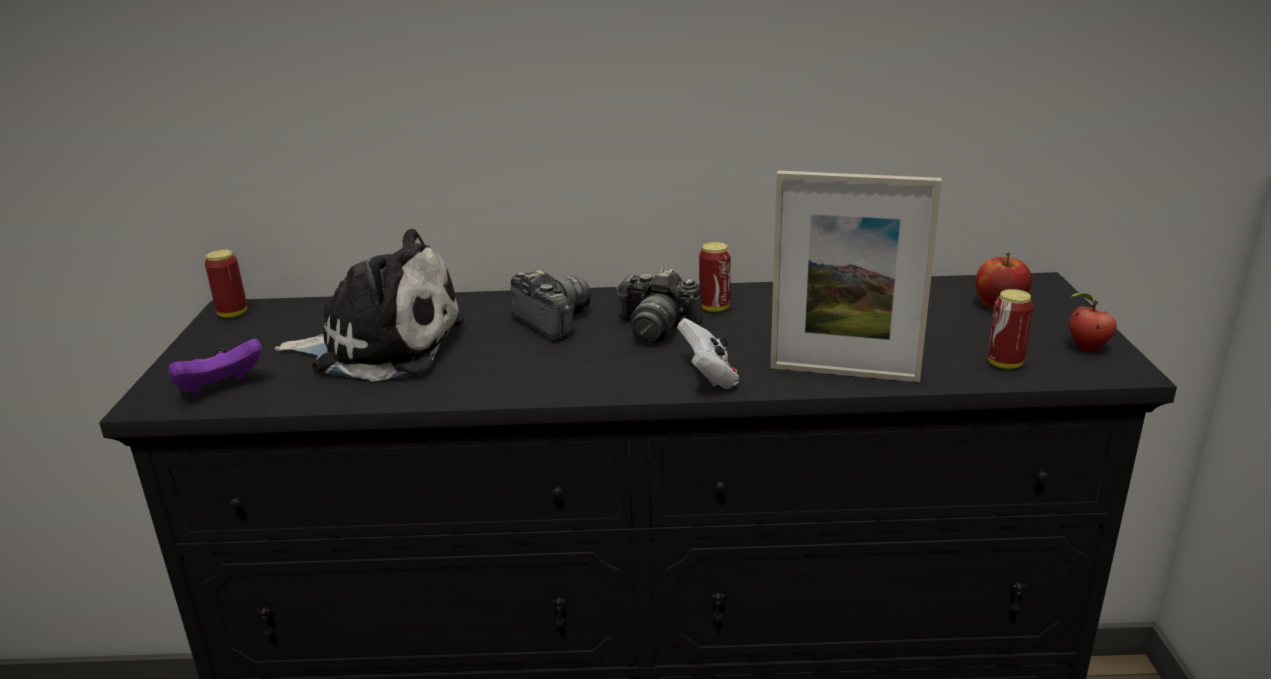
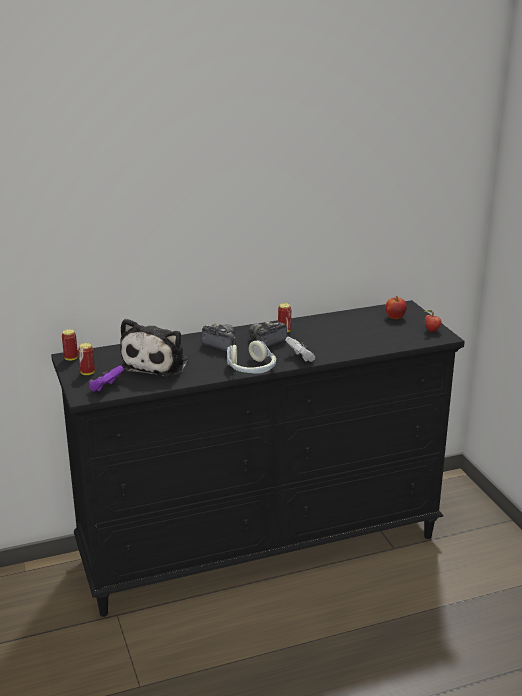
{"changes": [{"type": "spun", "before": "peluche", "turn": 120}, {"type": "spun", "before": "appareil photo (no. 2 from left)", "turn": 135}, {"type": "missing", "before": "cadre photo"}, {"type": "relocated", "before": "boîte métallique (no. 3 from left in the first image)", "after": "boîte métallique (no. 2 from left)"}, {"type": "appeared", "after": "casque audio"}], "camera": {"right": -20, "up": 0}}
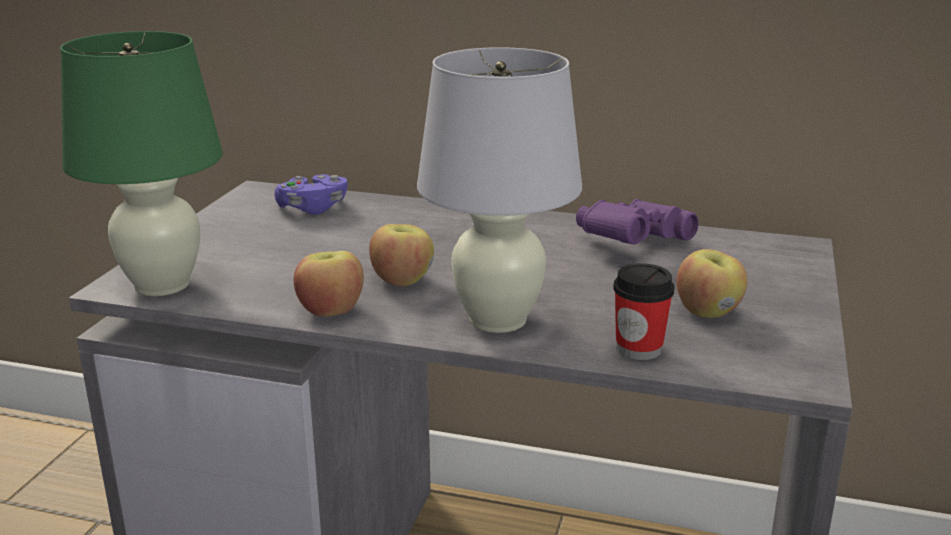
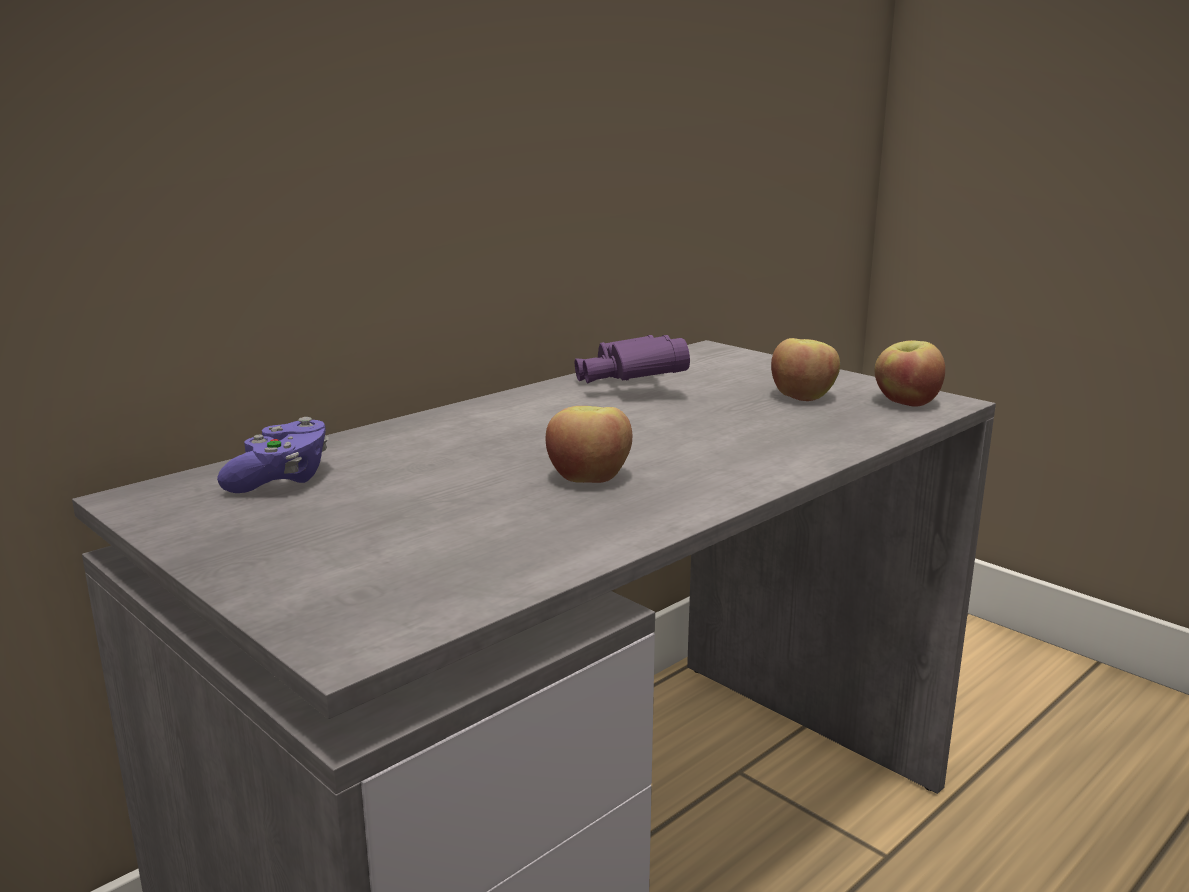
{"changes": [{"type": "missing", "before": "lampe de table [vert]"}, {"type": "relocated", "before": "pomme (no. 1 from left in the first image)", "after": "pomme (no. 3 from left)"}, {"type": "missing", "before": "lampe de table [blanc]"}, {"type": "missing", "before": "tasse"}], "camera": {"right": -60, "up": -5}}
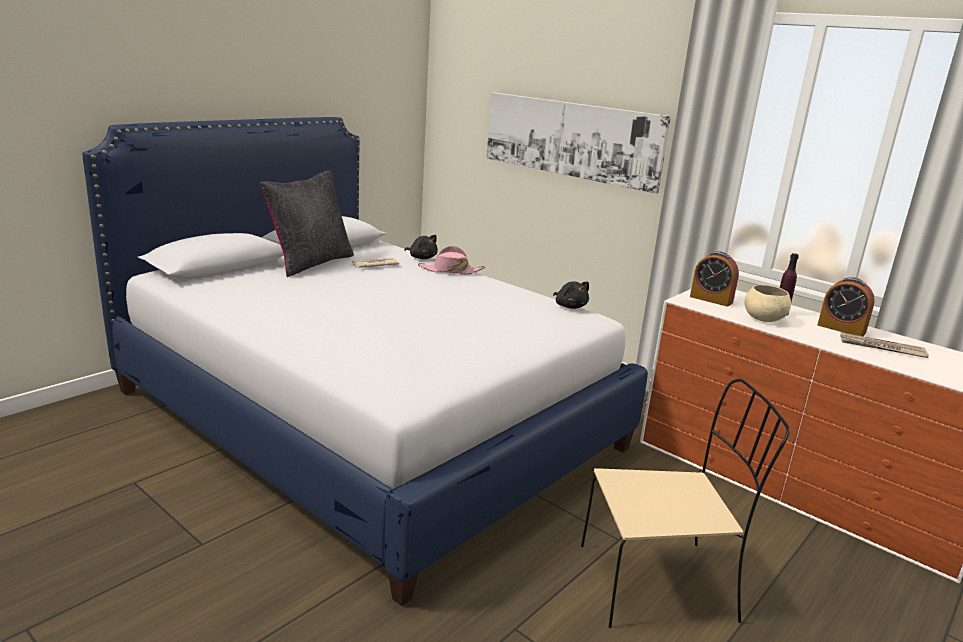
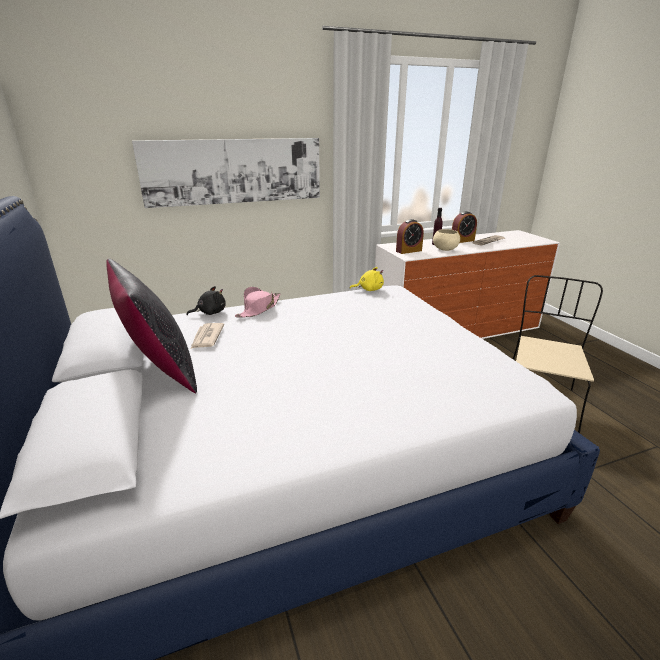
{"changes": [{"type": "colour", "before": "peluche [noir] (no. 2 from left)", "after": "peluche [jaune]"}], "camera": {"right": -60, "up": 5}}
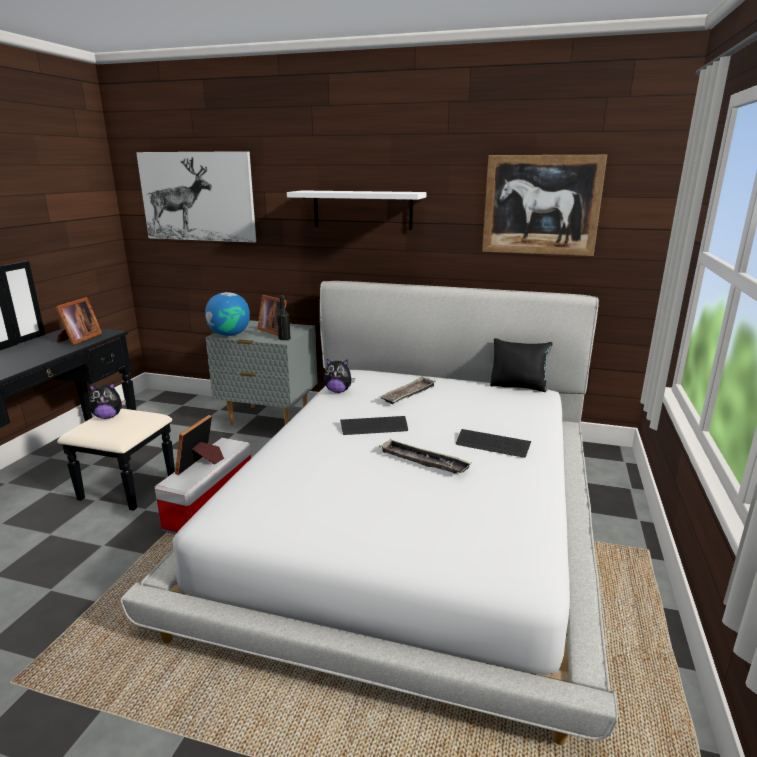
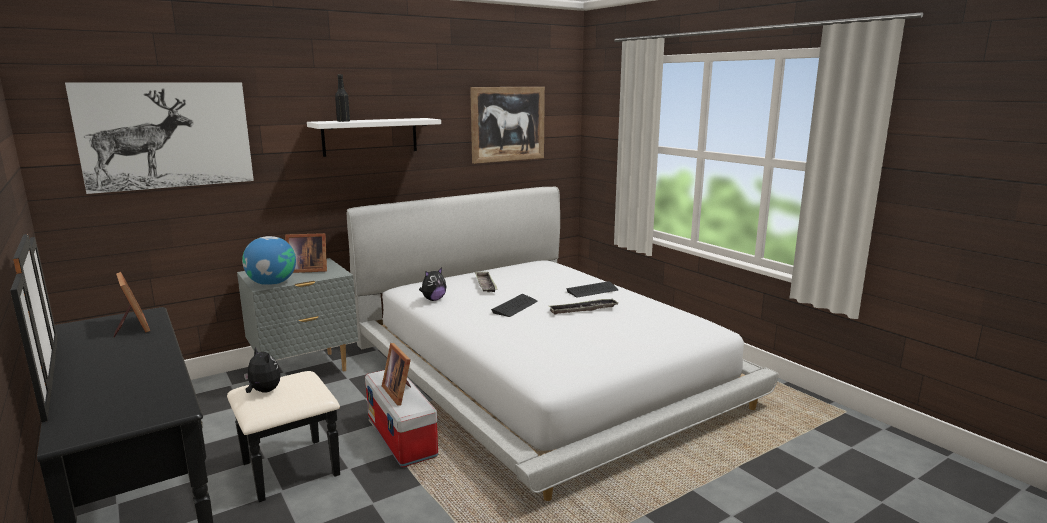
{"changes": [{"type": "spun", "before": "peluche (no. 1 from left)", "turn": -75}, {"type": "relocated", "before": "bouteille [noir]"}, {"type": "missing", "before": "coussin [noir]"}], "camera": {"right": -50, "up": -5}}
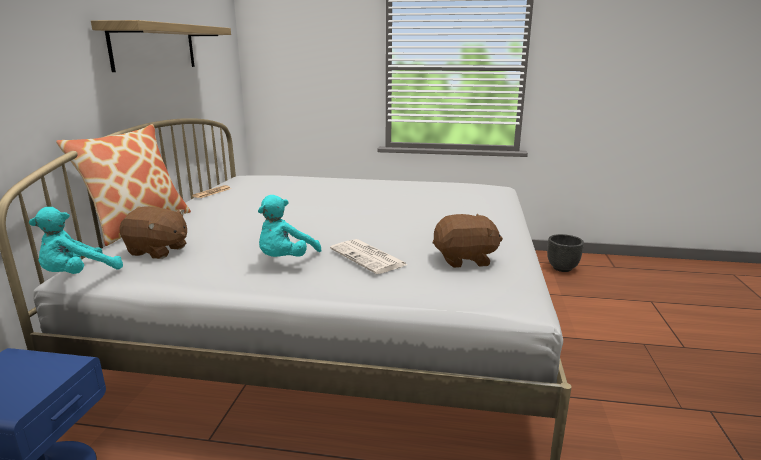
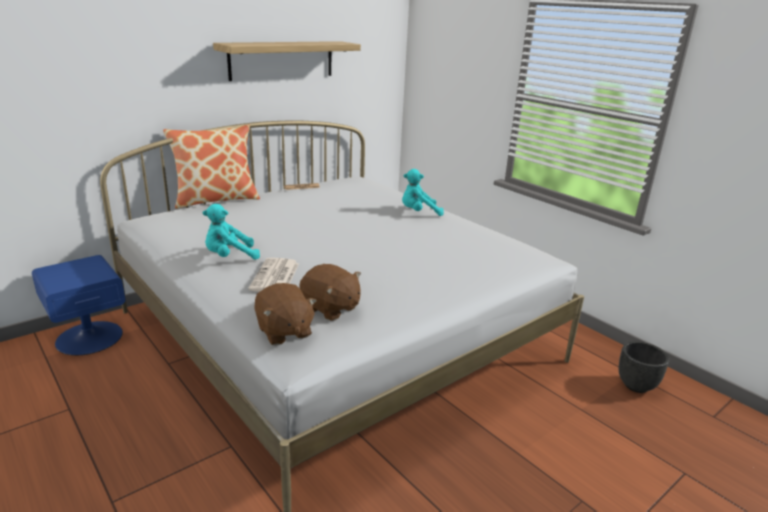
{"changes": [{"type": "relocated", "before": "peluche [turquoise] (no. 1 from left in the first image)", "after": "peluche [turquoise] (no. 2 from left)"}, {"type": "relocated", "before": "peluche [marron] (no. 1 from left)"}], "camera": {"right": 40, "up": 5}}
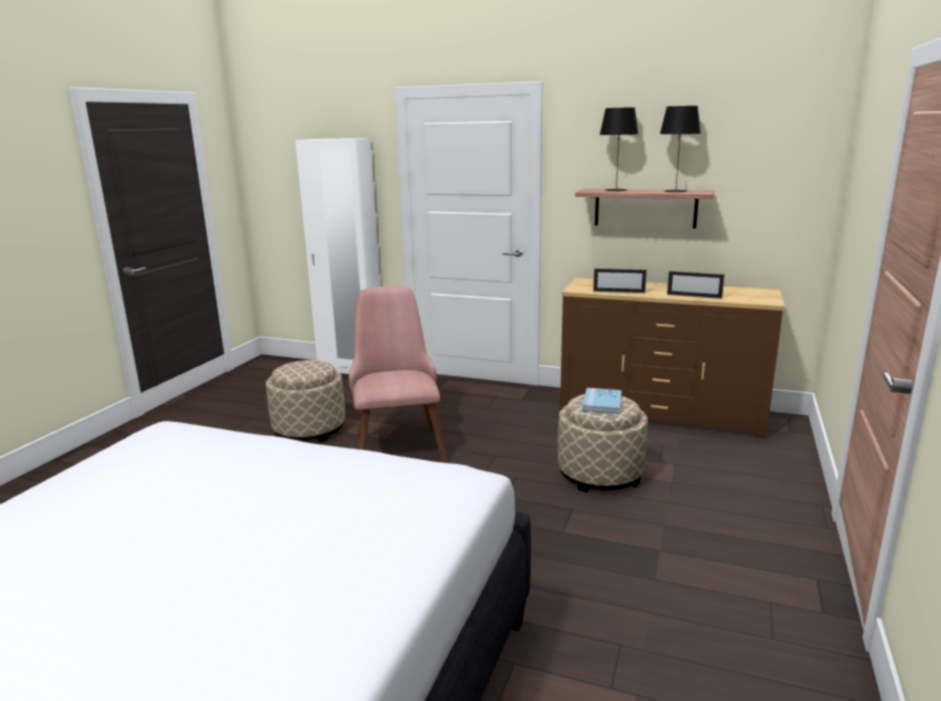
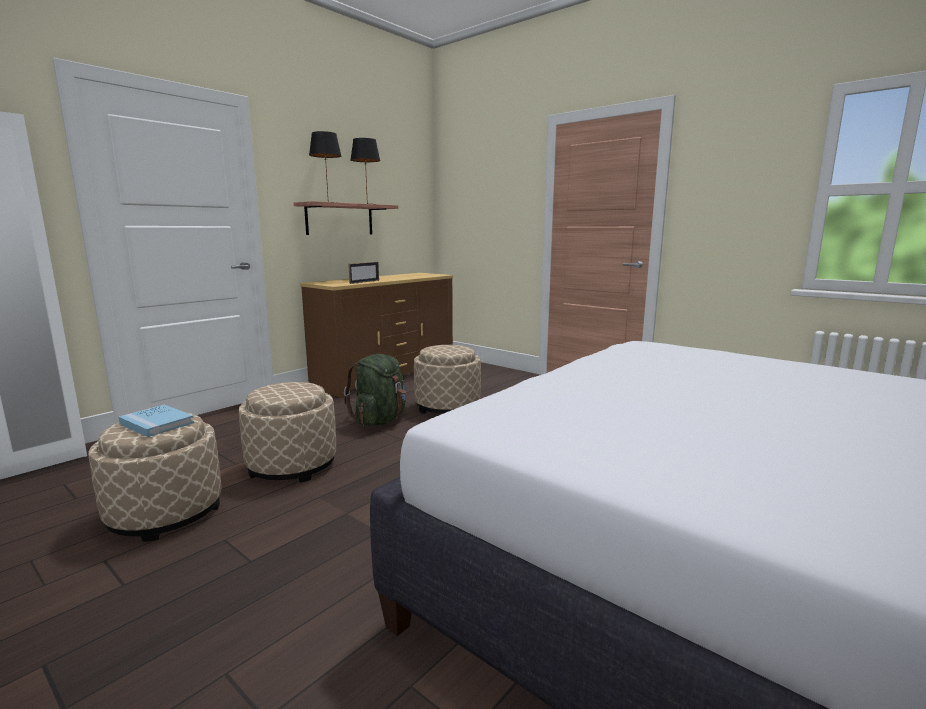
{"changes": [{"type": "exchanged", "before": "chaise [rose]", "after": "pouf [beige] (no. 2 from left)"}, {"type": "relocated", "before": "livre [bleu]"}, {"type": "missing", "before": "cadre photo (no. 2 from left)"}, {"type": "appeared", "after": "sac à dos [vert]"}], "camera": {"right": -70, "up": -5}}
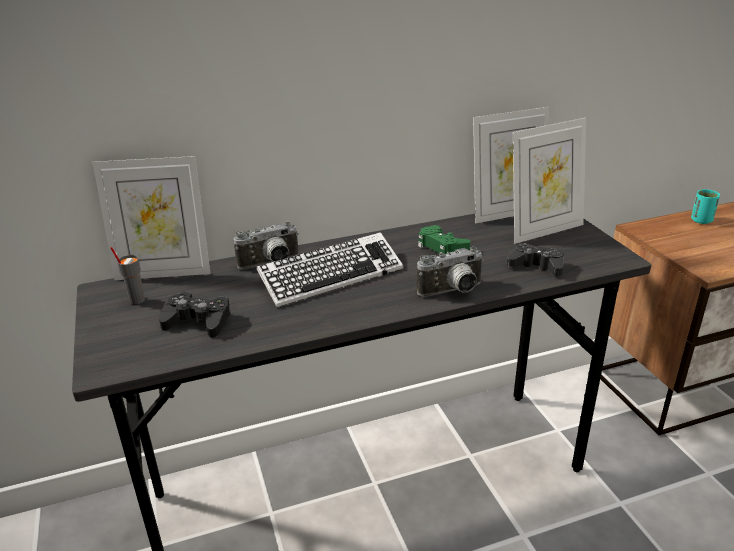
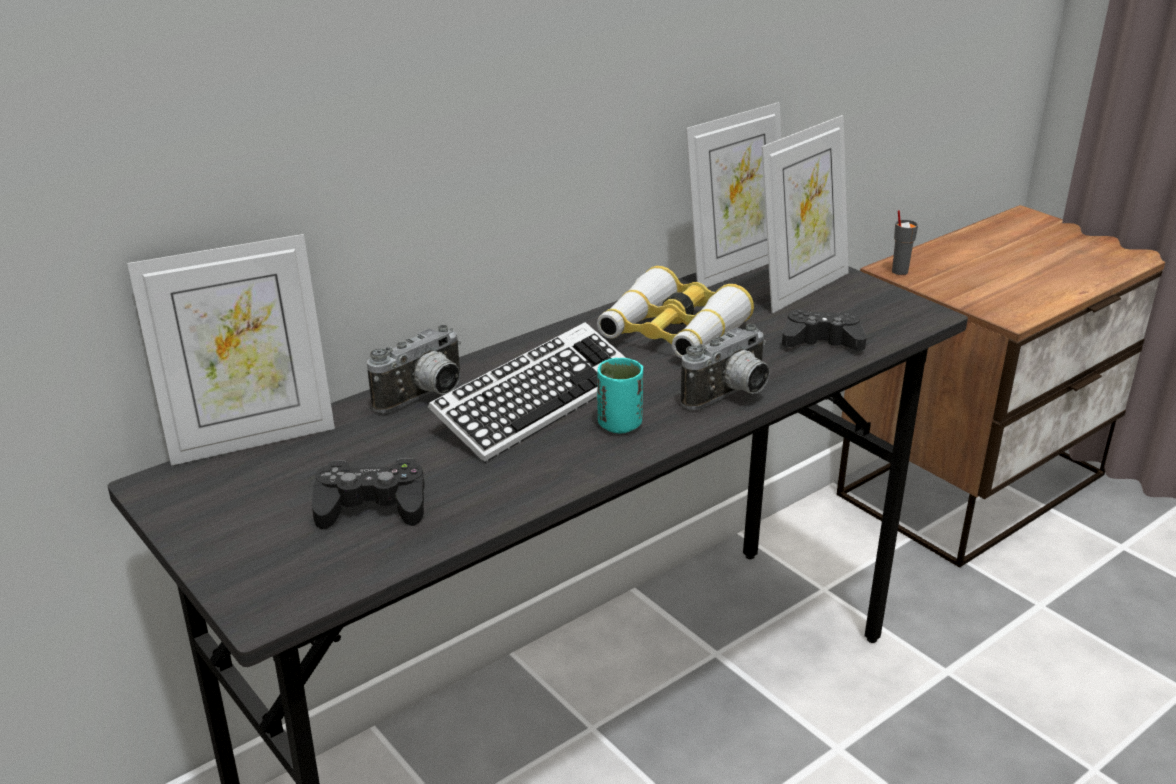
{"changes": [{"type": "relocated", "before": "tasse [gris]"}, {"type": "exchanged", "before": "manette [vert]", "after": "jumelles"}, {"type": "relocated", "before": "tasse [turquoise]"}], "camera": {"right": -20, "up": 0}}
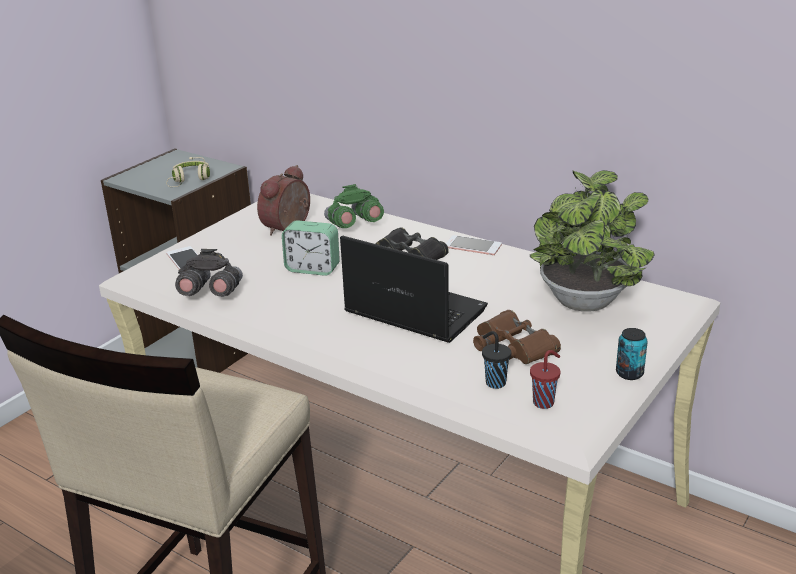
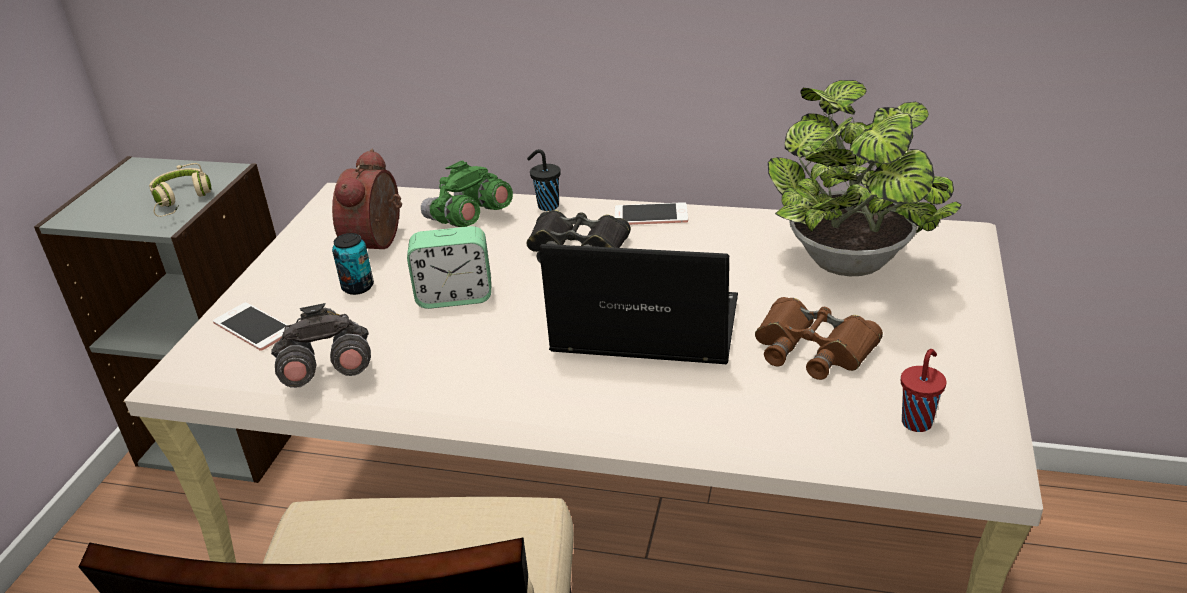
{"changes": [{"type": "relocated", "before": "tasse [noir]"}, {"type": "relocated", "before": "boîte métallique"}], "camera": {"right": -20, "up": 5}}
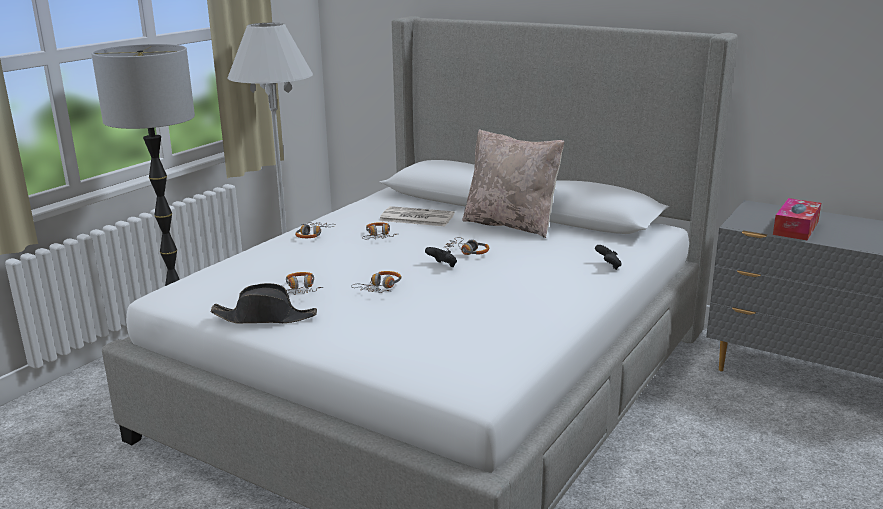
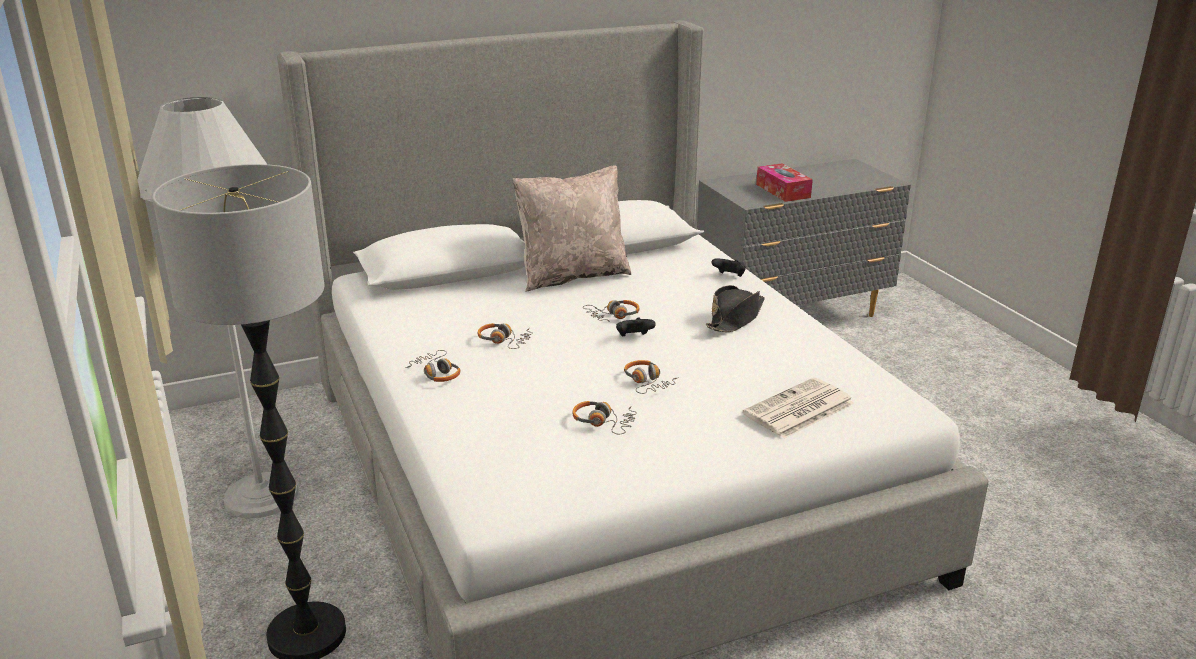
{"changes": [{"type": "relocated", "before": "chapeau [noir]"}, {"type": "relocated", "before": "journal"}], "camera": {"right": -55, "up": 5}}
